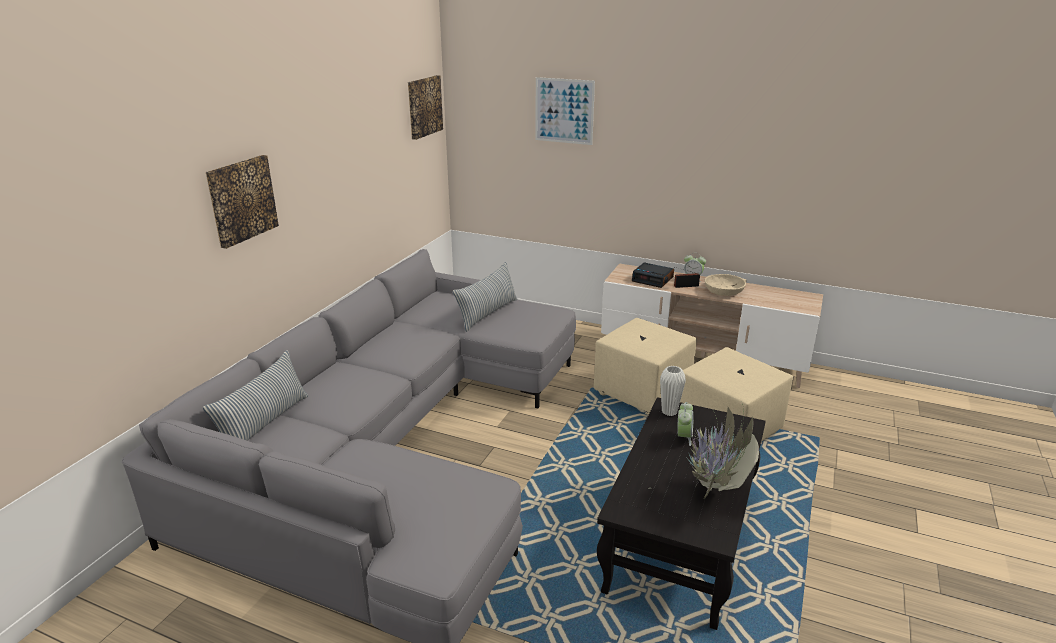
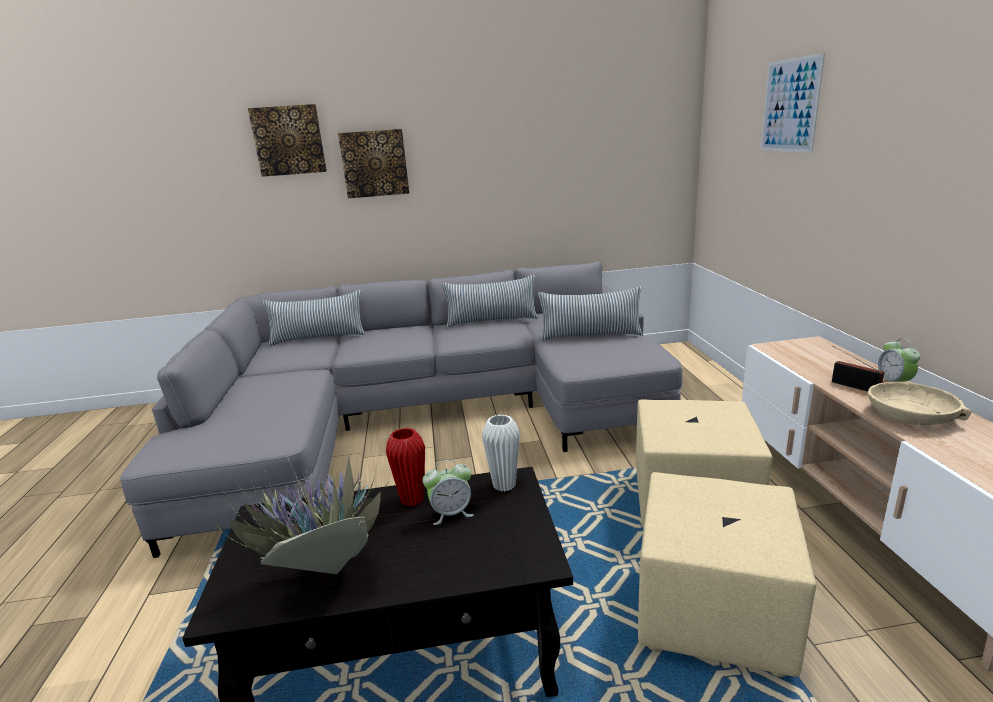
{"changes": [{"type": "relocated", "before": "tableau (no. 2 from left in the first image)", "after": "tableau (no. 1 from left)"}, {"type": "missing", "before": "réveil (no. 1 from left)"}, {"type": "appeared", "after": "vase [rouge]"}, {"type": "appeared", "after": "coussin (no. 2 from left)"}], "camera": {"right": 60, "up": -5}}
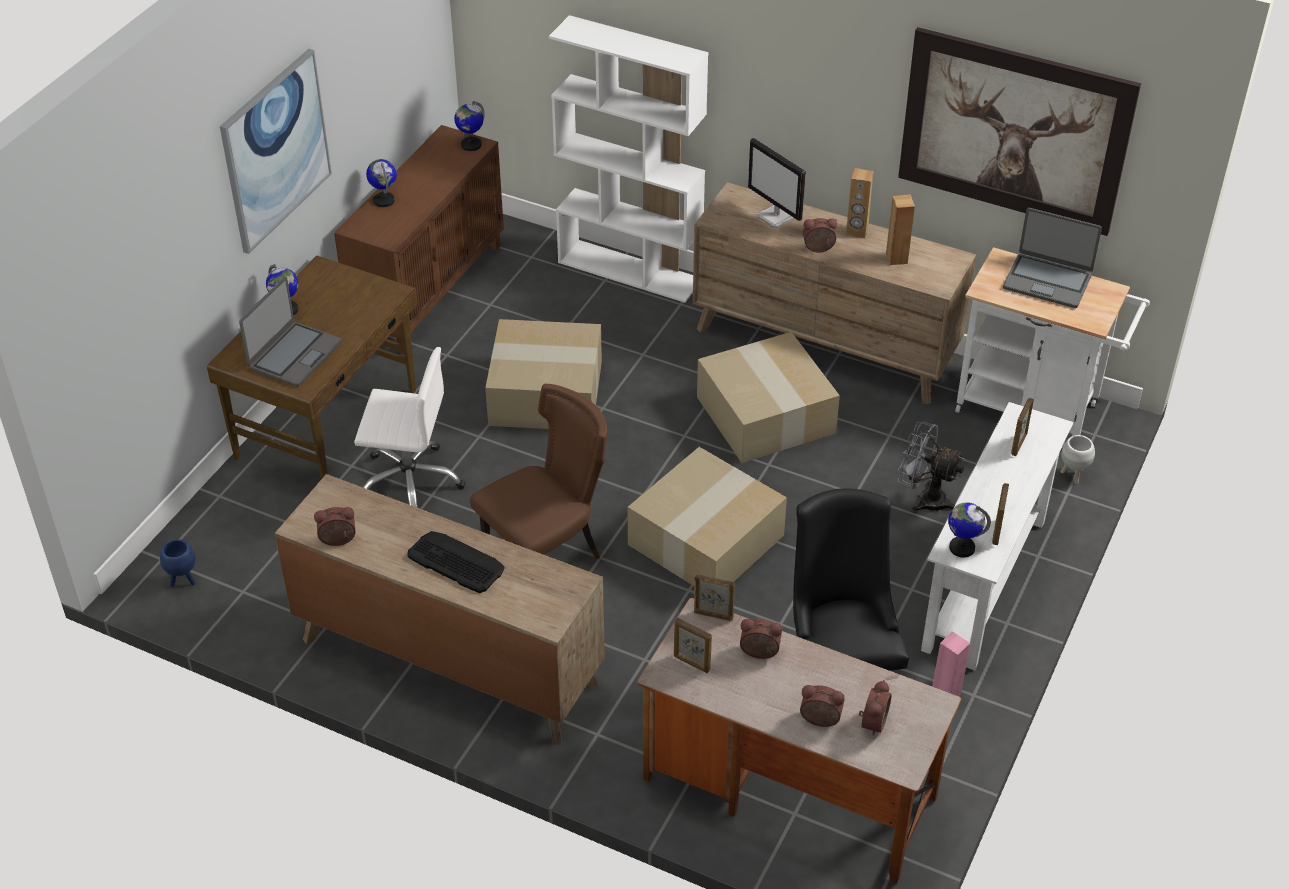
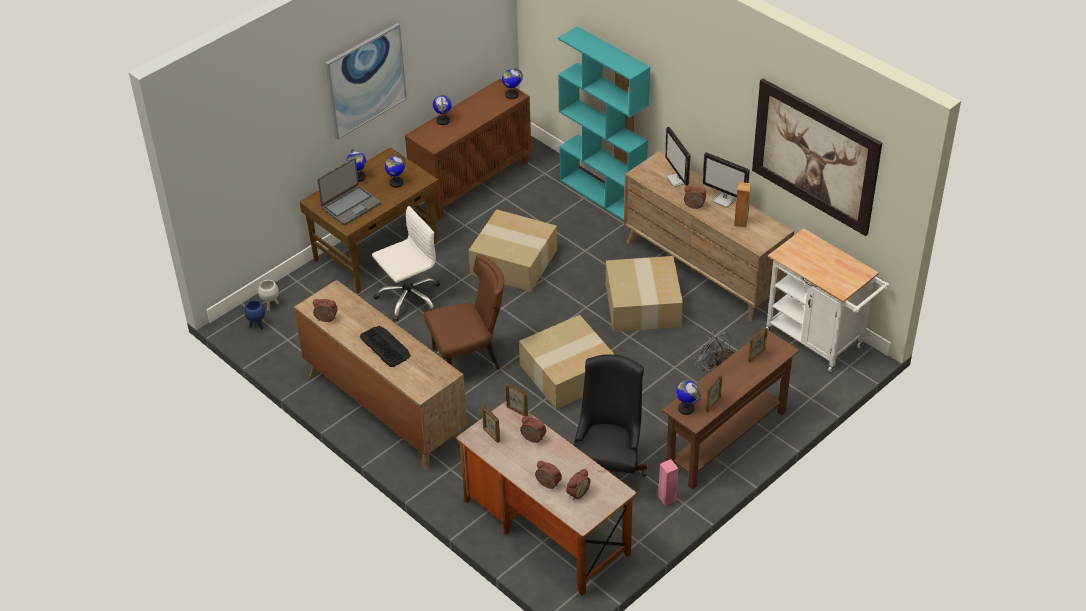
{"changes": [{"type": "spun", "before": "chaise de bureau [blanc]", "turn": -60}, {"type": "colour", "before": "bibliothèque [blanc]", "after": "bibliothèque [turquoise]"}, {"type": "exchanged", "before": "enceinte [marron] (no. 1 from left)", "after": "écran d'ordinateur (no. 2 from left)"}, {"type": "colour", "before": "table console [blanc]", "after": "table console [marron]"}, {"type": "missing", "before": "ordinateur portable (no. 2 from left)"}, {"type": "relocated", "before": "cache-pot [blanc]"}, {"type": "appeared", "after": "globe (no. 2 from left)"}], "camera": {"right": 20, "up": 0}}
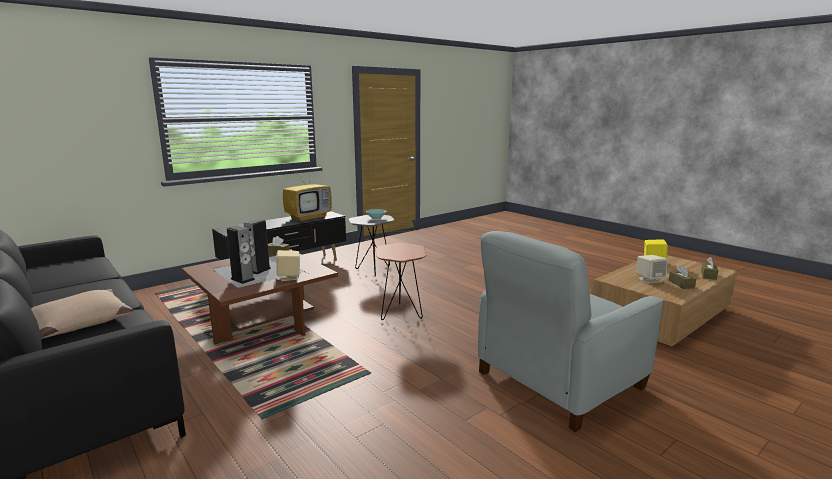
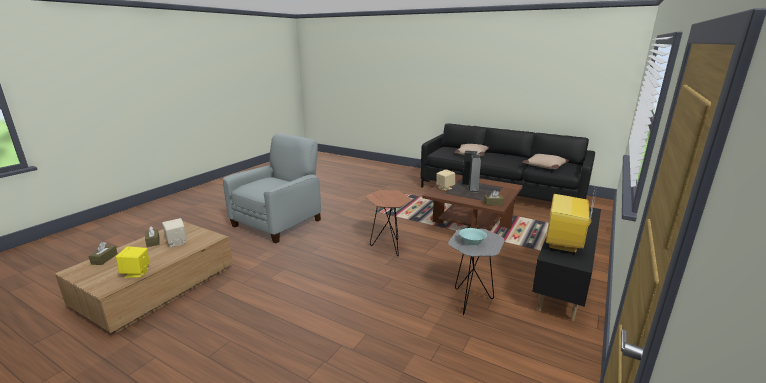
{"changes": [{"type": "appeared", "after": "coussin [beige] (no. 2 from left)"}], "camera": {"right": 160, "up": 5}}
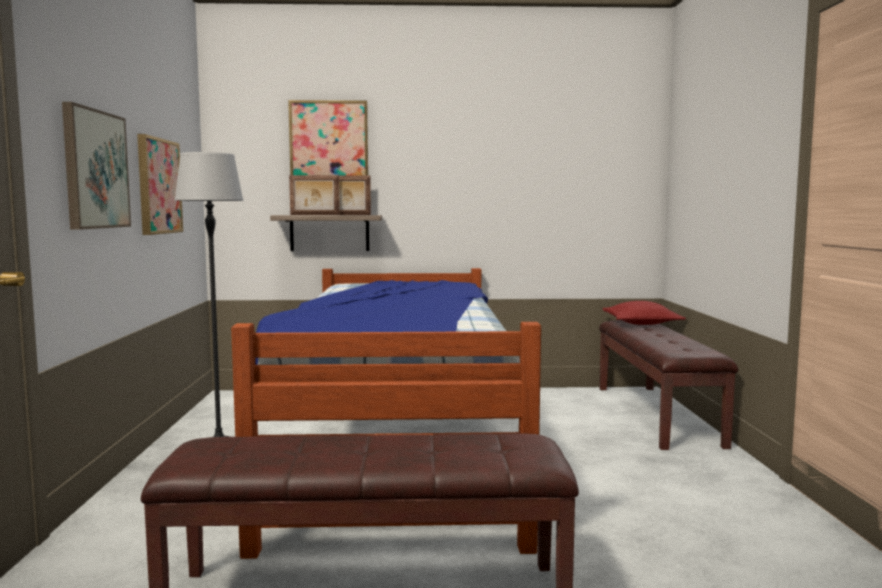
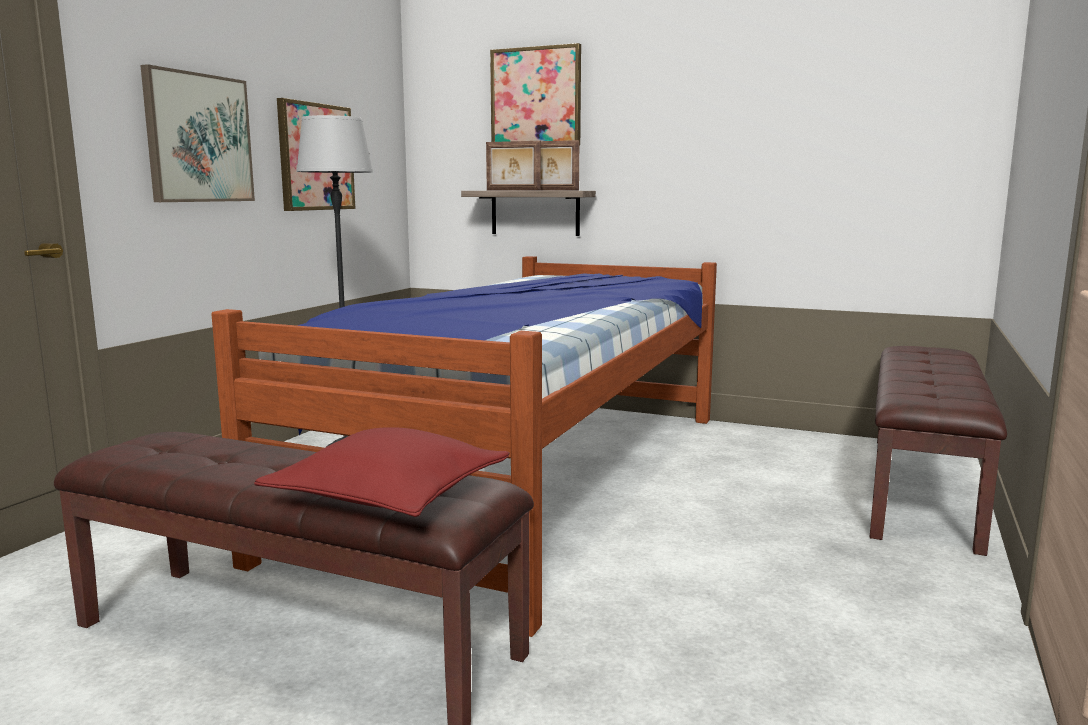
{"changes": [{"type": "relocated", "before": "coussin [rouge]"}], "camera": {"right": 25, "up": 5}}
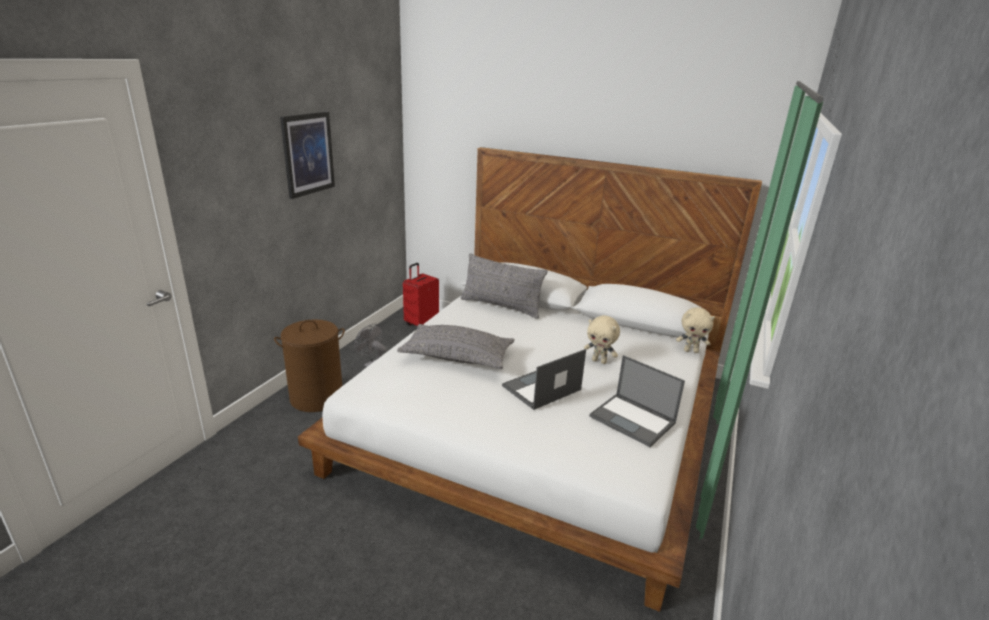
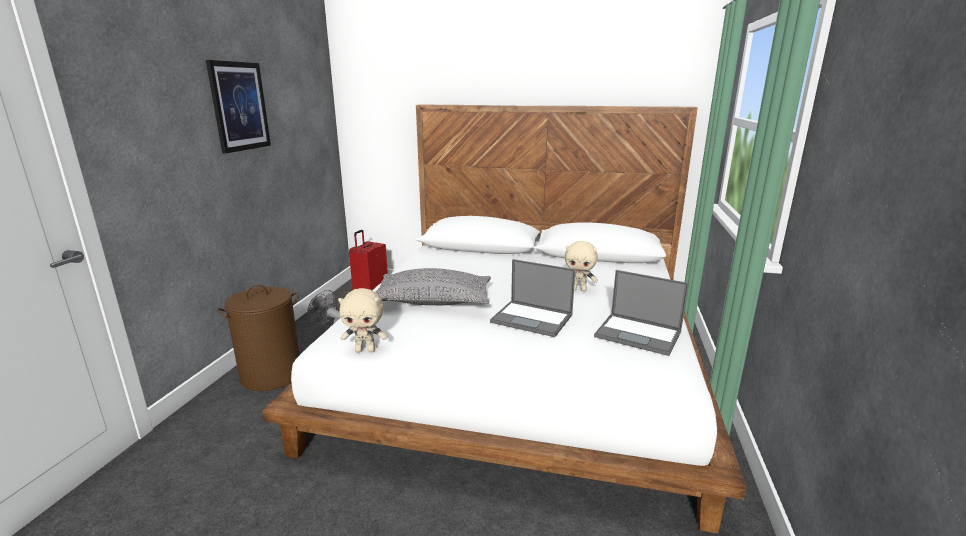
{"changes": [{"type": "missing", "before": "coussin [gris] (no. 2 from left)"}, {"type": "spun", "before": "ordinateur portable (no. 1 from left)", "turn": -105}, {"type": "relocated", "before": "peluche [beige] (no. 2 from left in the first image)", "after": "peluche [beige] (no. 1 from left)"}], "camera": {"right": -10, "up": -5}}
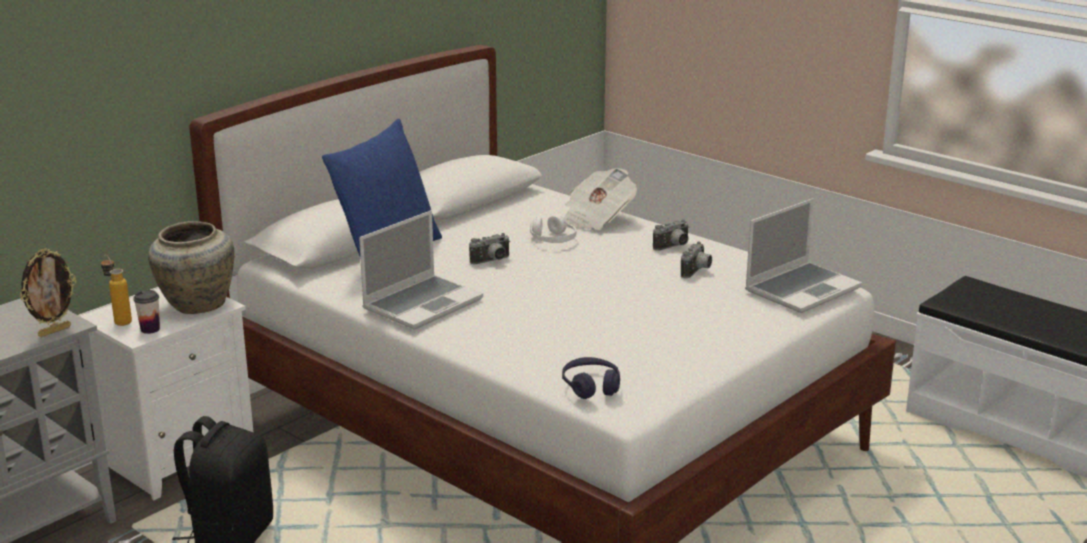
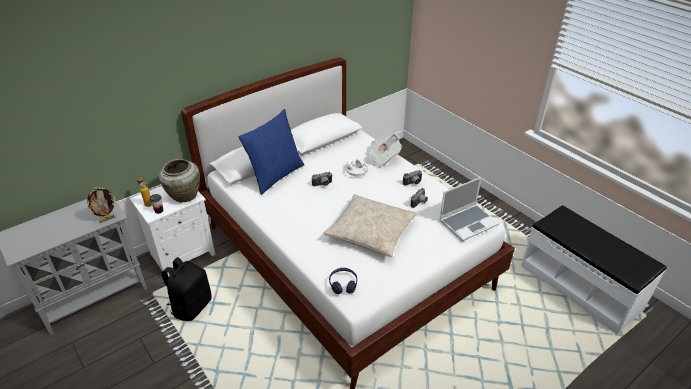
{"changes": [{"type": "missing", "before": "ordinateur portable (no. 1 from left)"}, {"type": "appeared", "after": "coussin [beige]"}], "camera": {"right": 10, "up": 15}}
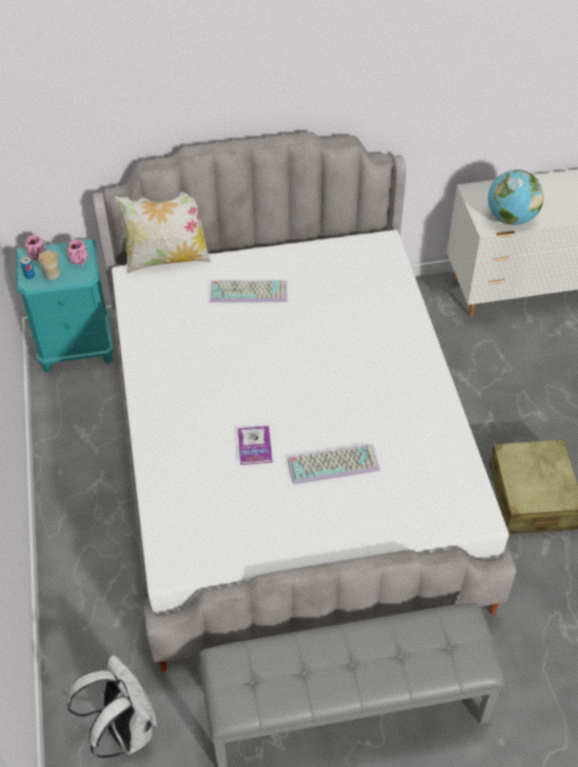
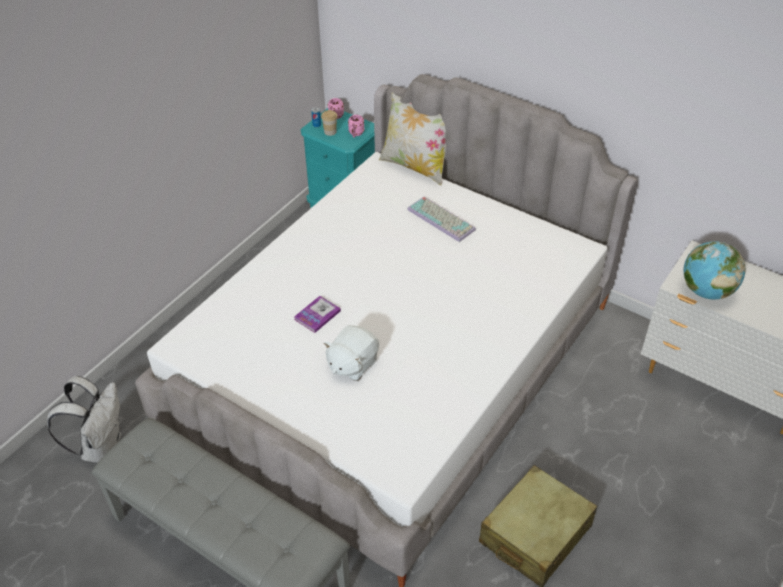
{"changes": [{"type": "exchanged", "before": "clavier (no. 2 from left)", "after": "peluche [blanc]"}], "camera": {"right": 45, "up": -5}}
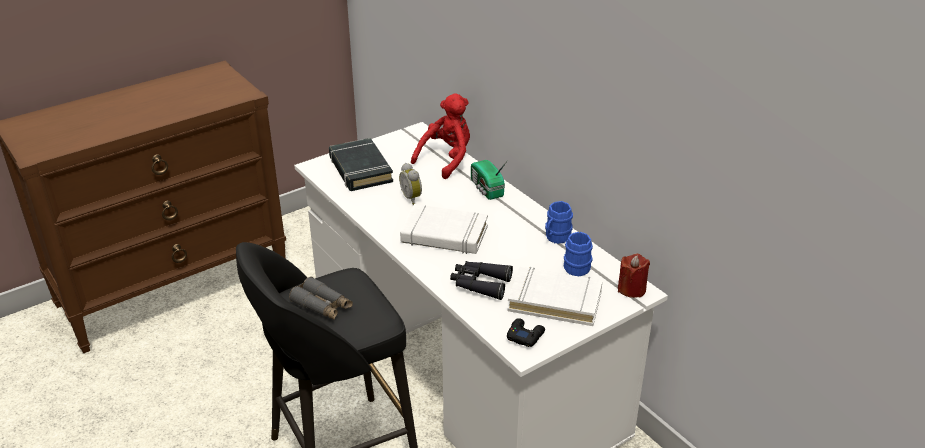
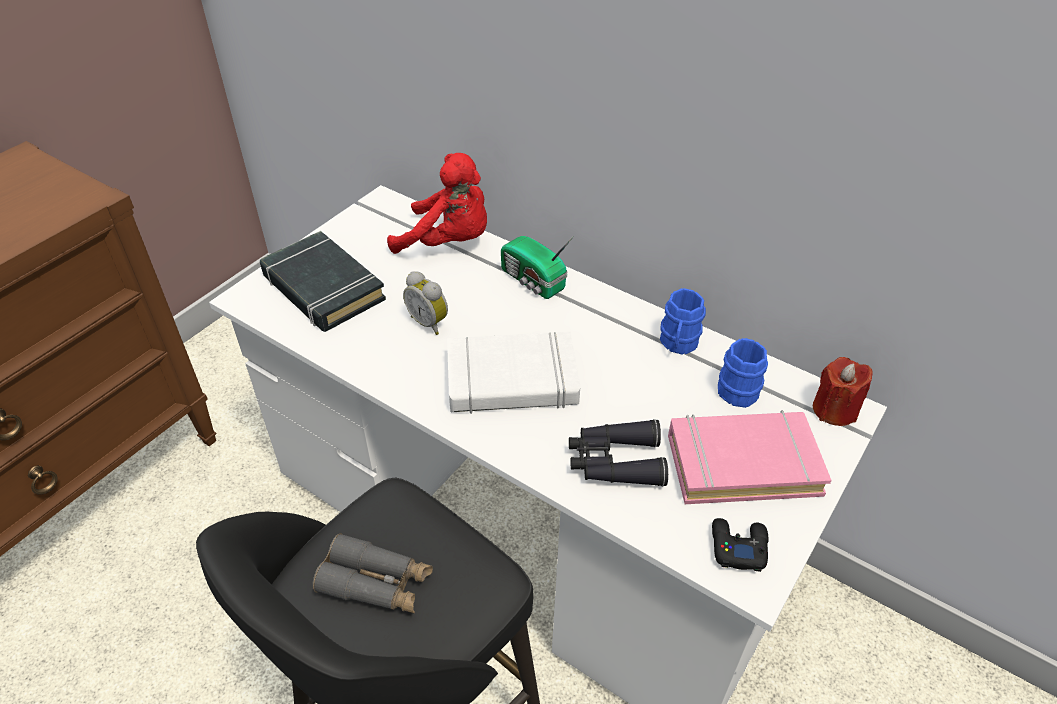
{"changes": [{"type": "spun", "before": "peluche [rouge]", "turn": 90}, {"type": "colour", "before": "livre [blanc] (no. 2 from left)", "after": "livre [rose]"}], "camera": {"right": -20, "up": 10}}
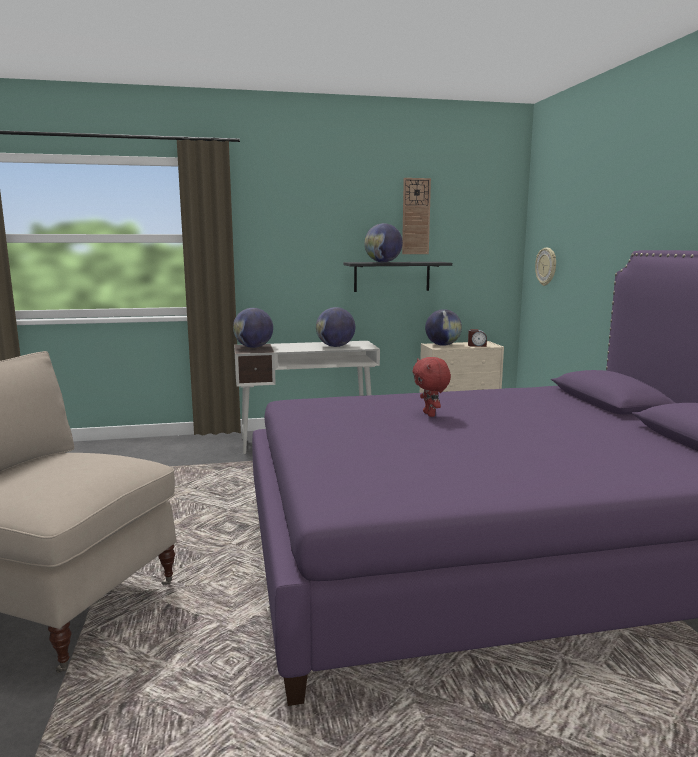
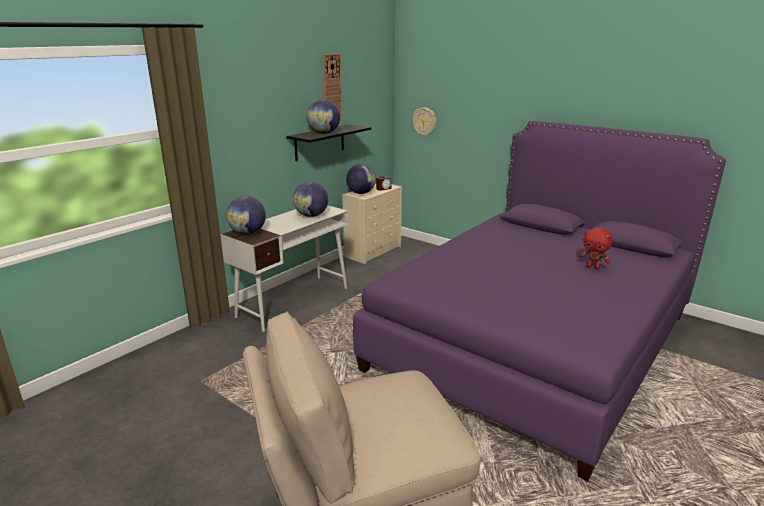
{"changes": [{"type": "relocated", "before": "peluche [rouge]"}], "camera": {"right": -40, "up": 10}}
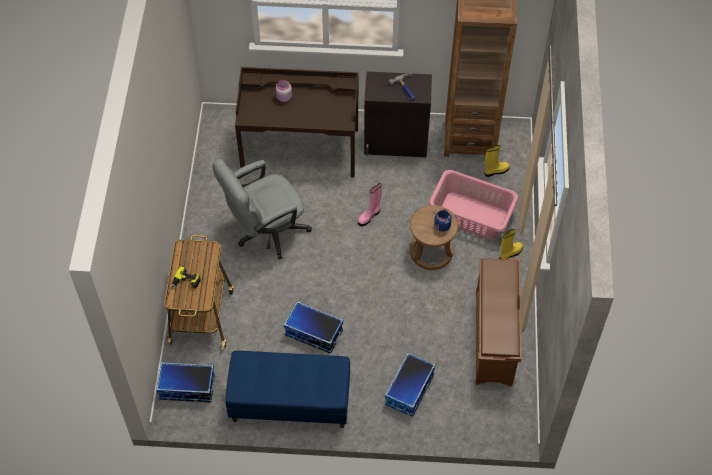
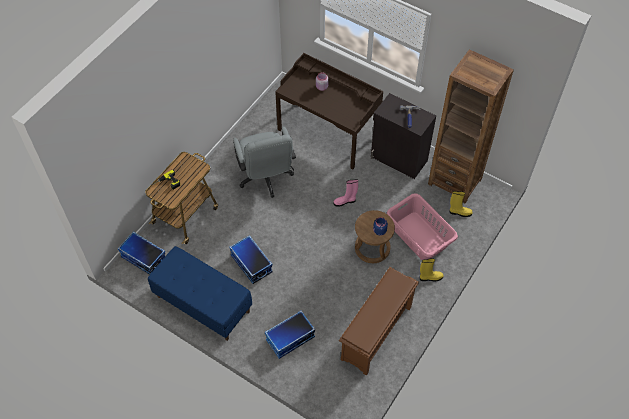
{"changes": [{"type": "spun", "before": "chaise de bureau [gris]", "turn": -105}], "camera": {"right": 30, "up": 0}}
